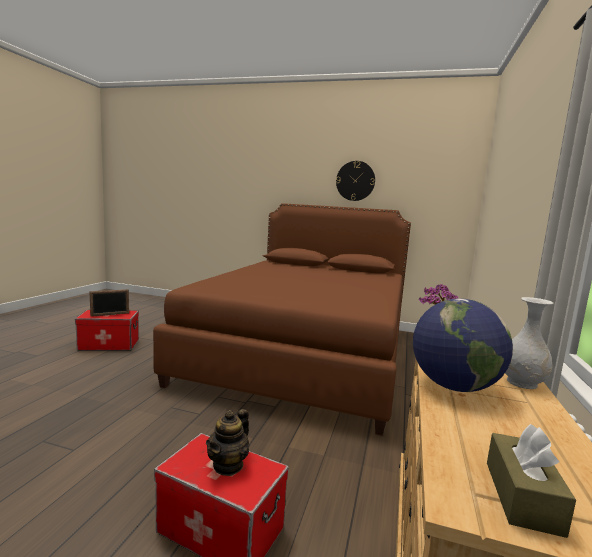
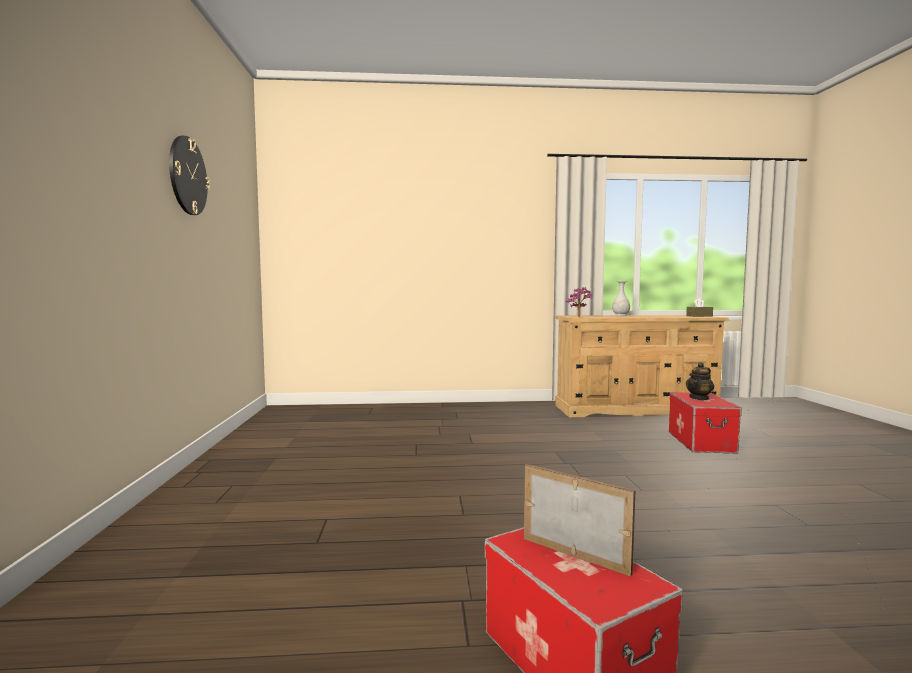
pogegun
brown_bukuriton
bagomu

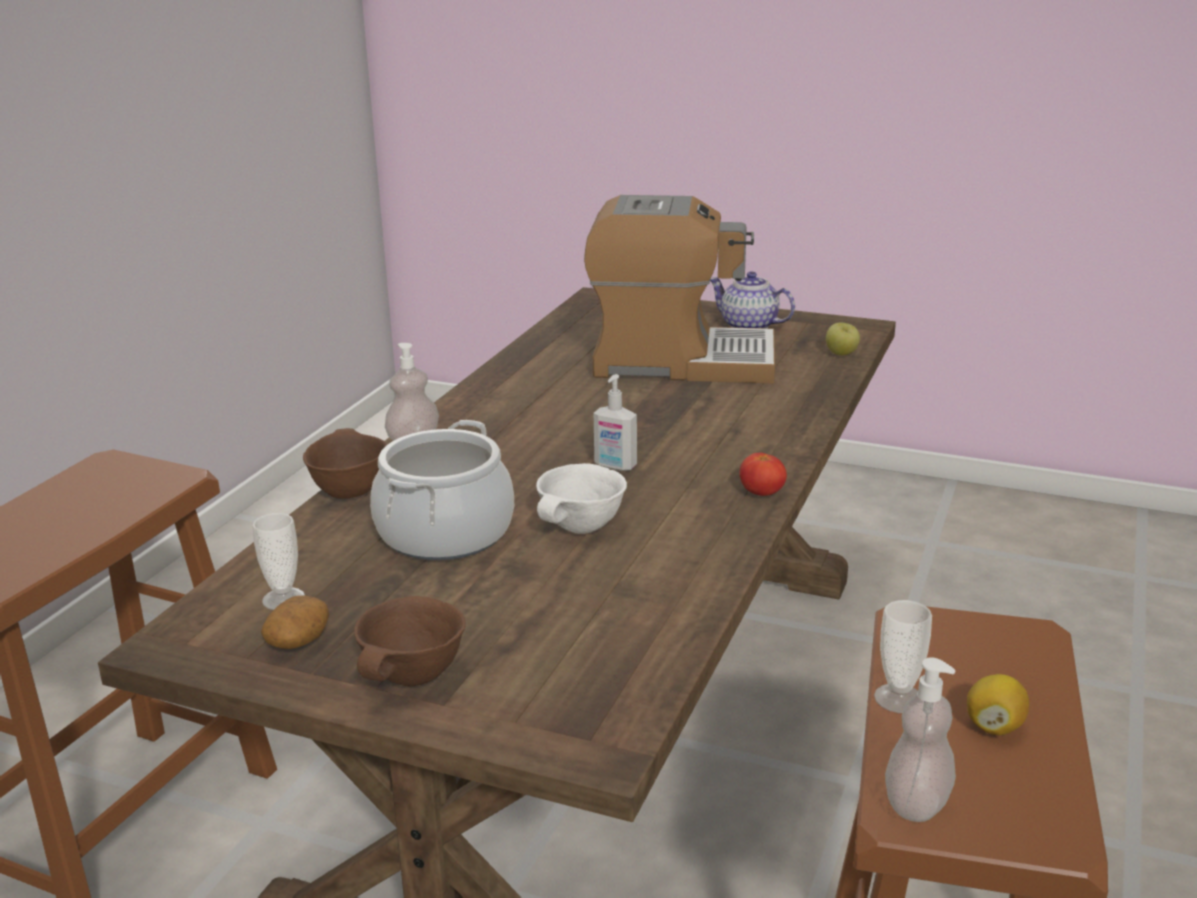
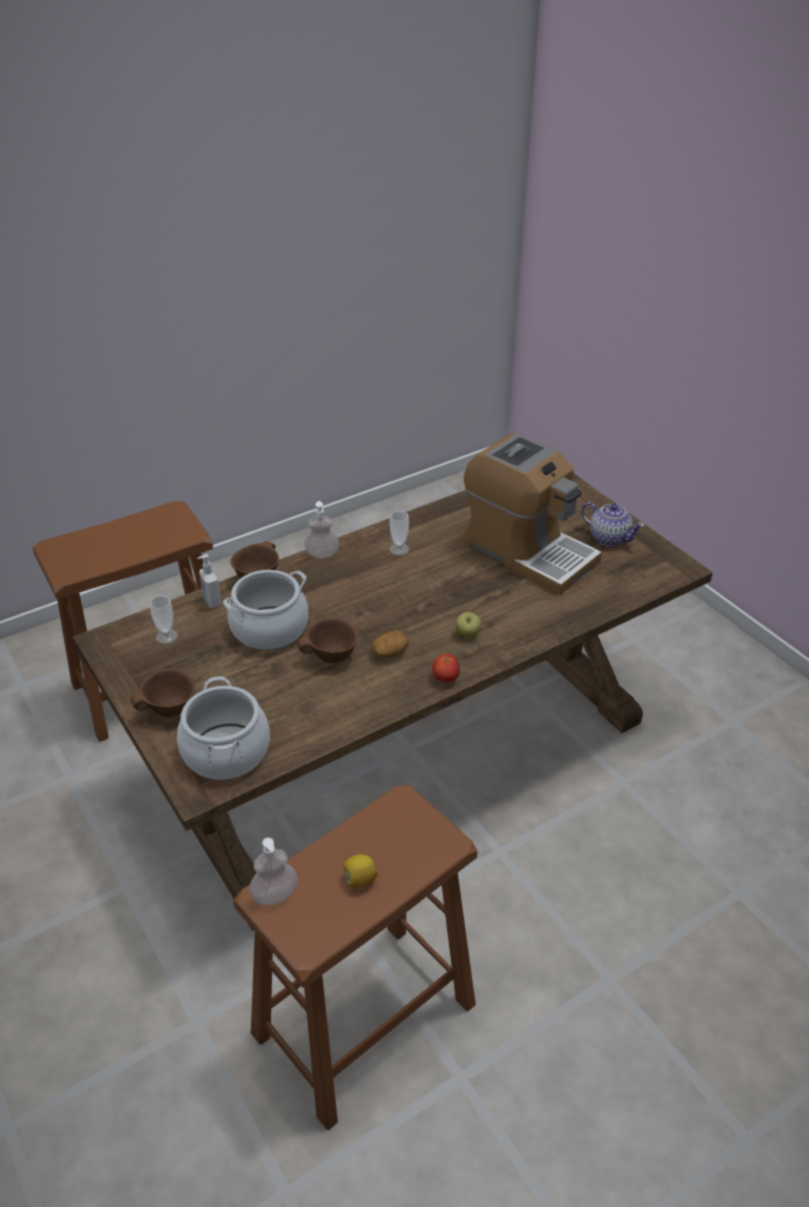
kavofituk (no. 1 from left)
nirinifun (no. 1 from left)
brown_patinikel (no. 3 from left)
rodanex
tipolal (no. 2 from left)
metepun
pogegun

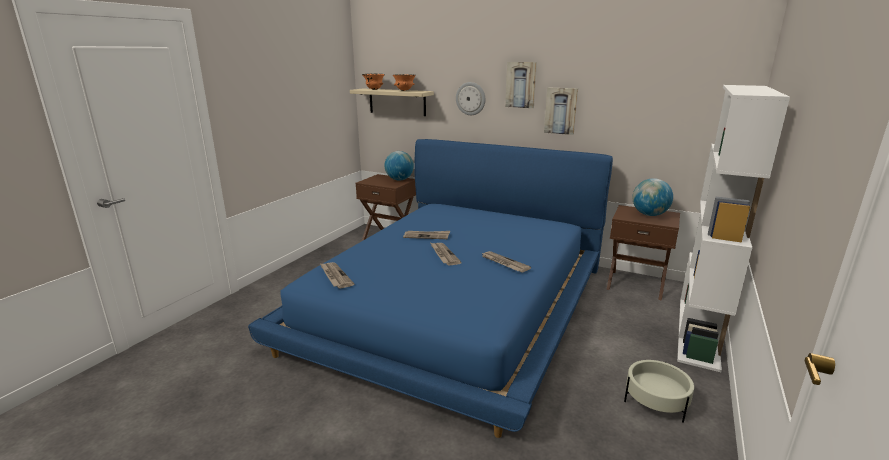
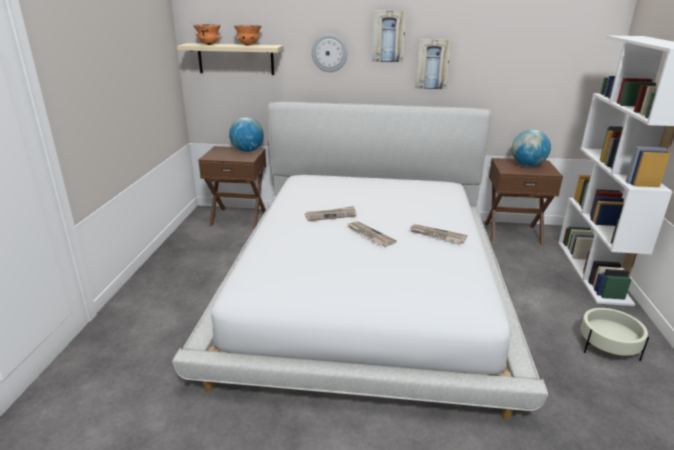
white_bukuriton
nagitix (no. 1 from left in the first image)

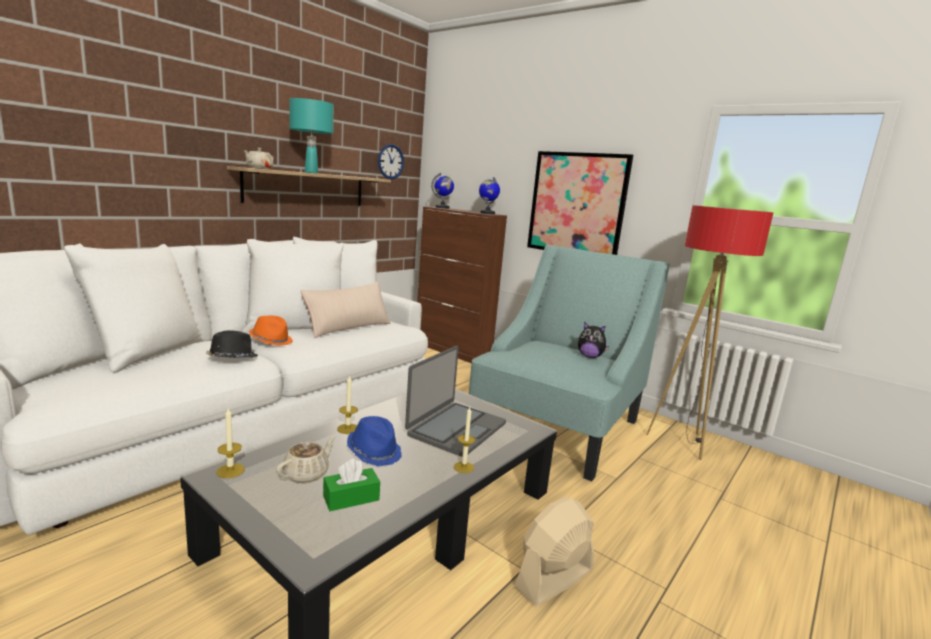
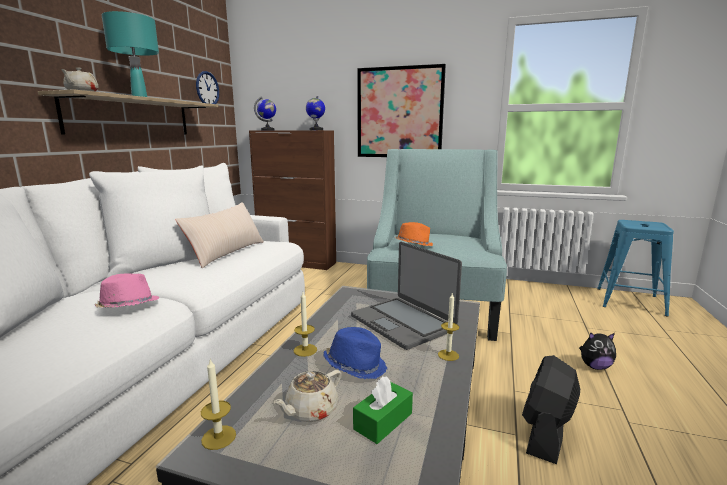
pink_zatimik
beige_pogegun (no. 2 from left)
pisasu
orange_zatimik
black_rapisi
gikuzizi
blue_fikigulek
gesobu

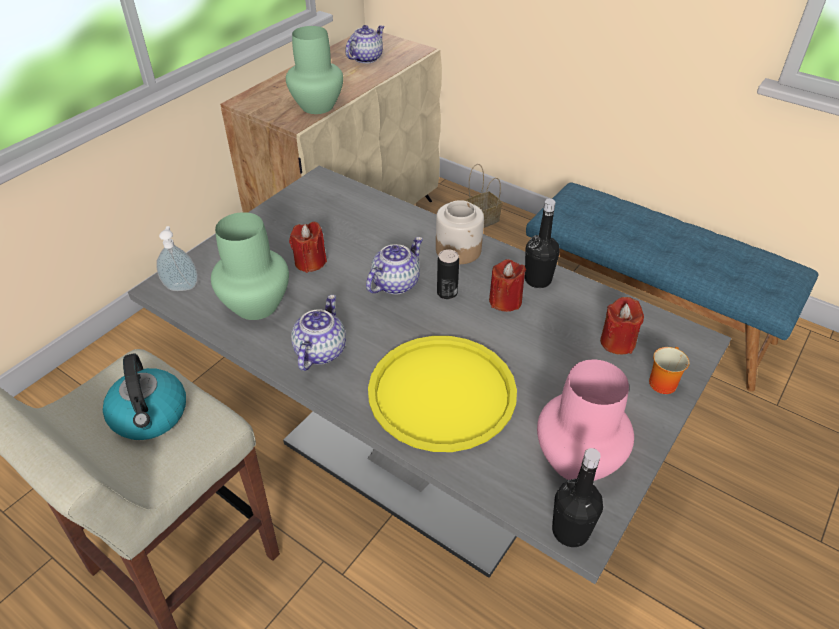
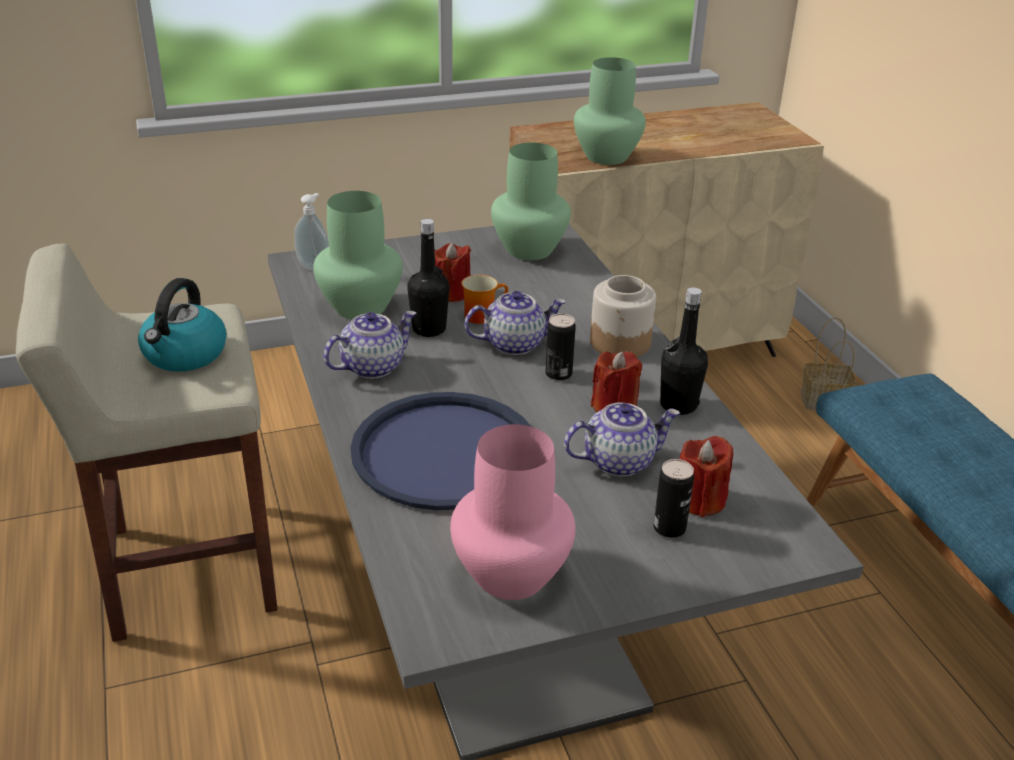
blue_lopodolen
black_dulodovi (no. 1 from left)
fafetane
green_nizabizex (no. 2 from left)
pogegun (no. 3 from left)
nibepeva (no. 2 from left)

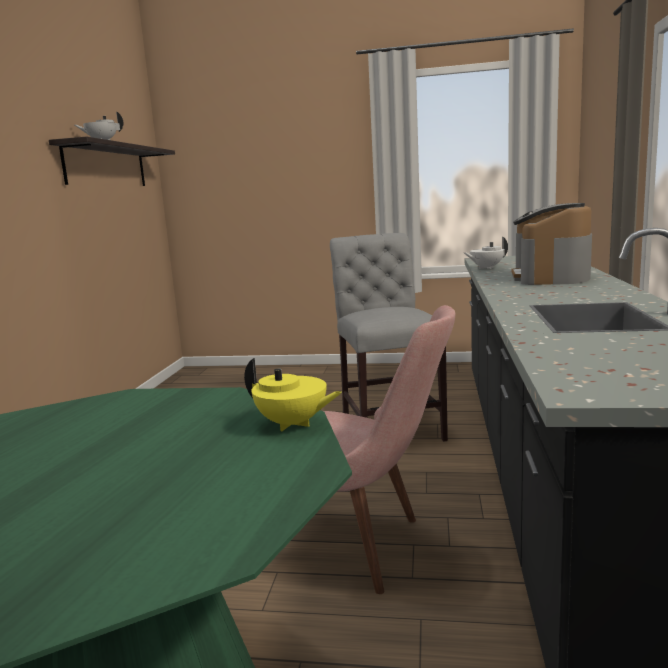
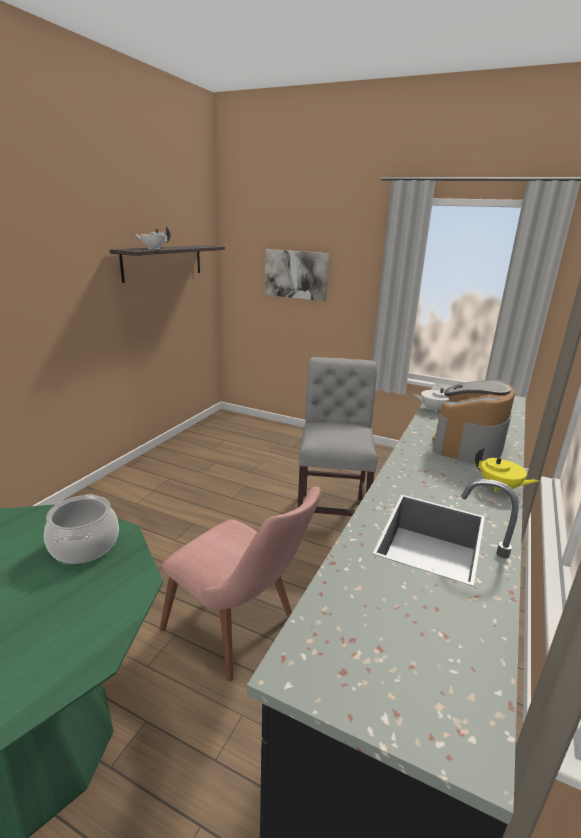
kavofituk
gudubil
yellow_pogegun

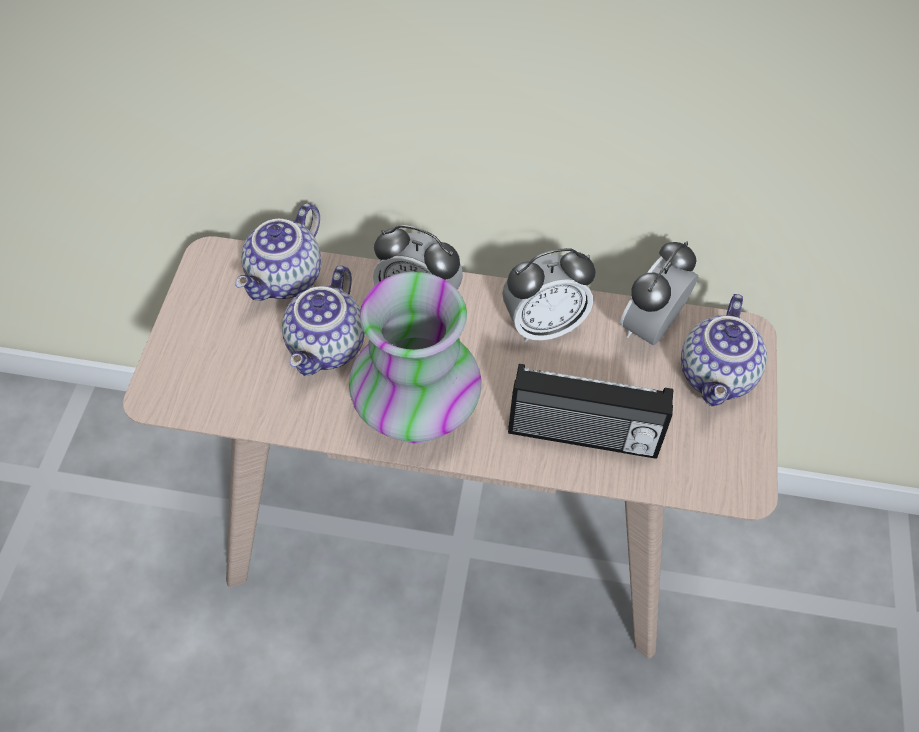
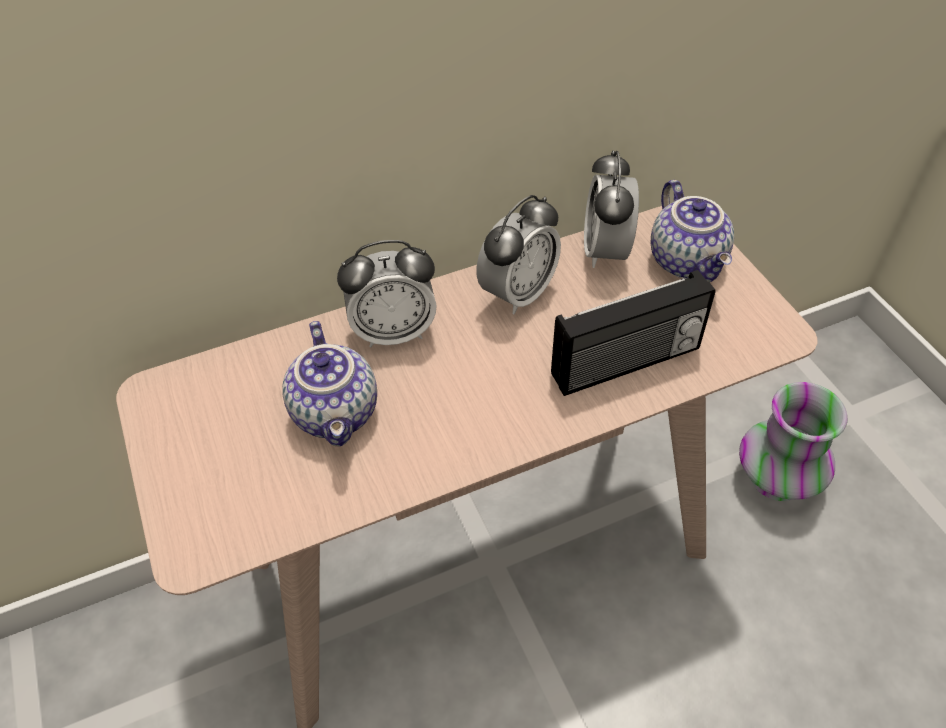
nizabizex
pogegun (no. 1 from left in the first image)

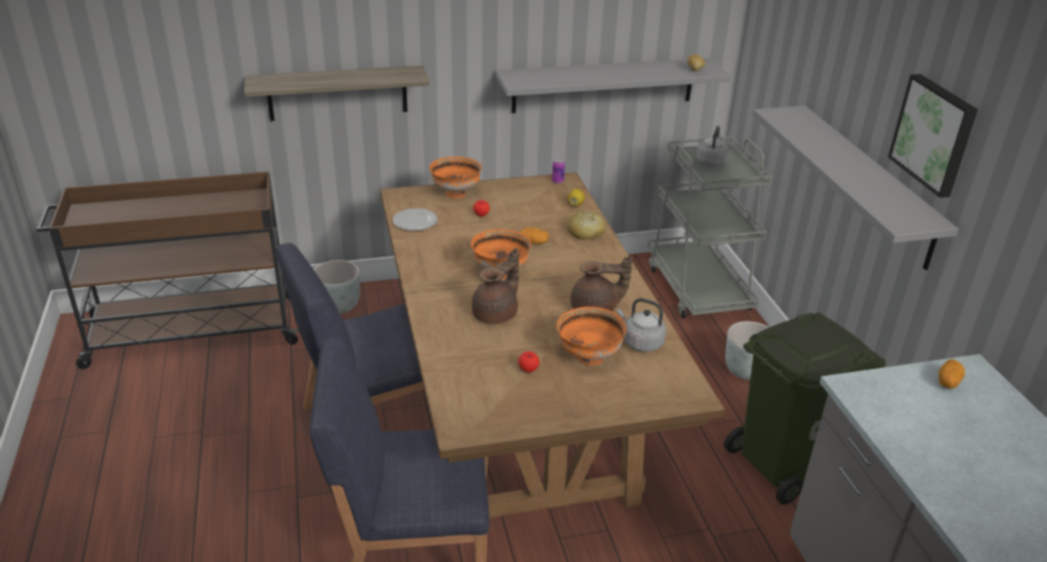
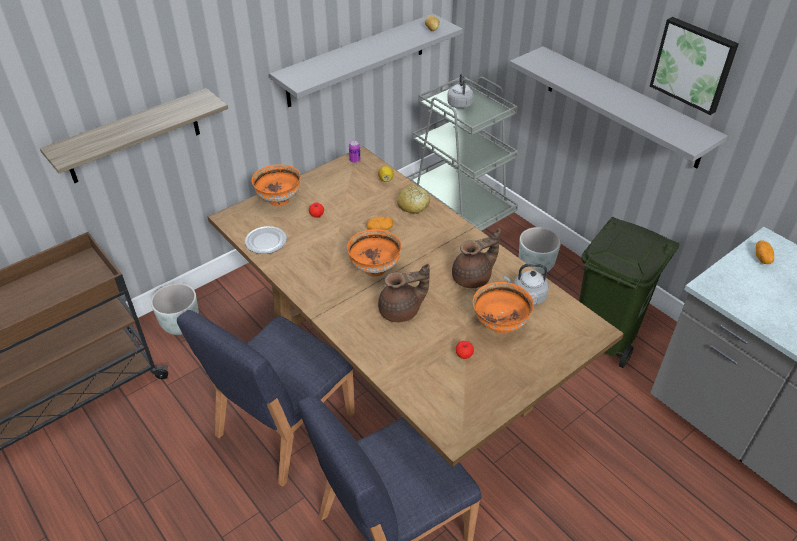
brown_pogegun (no. 1 from left)

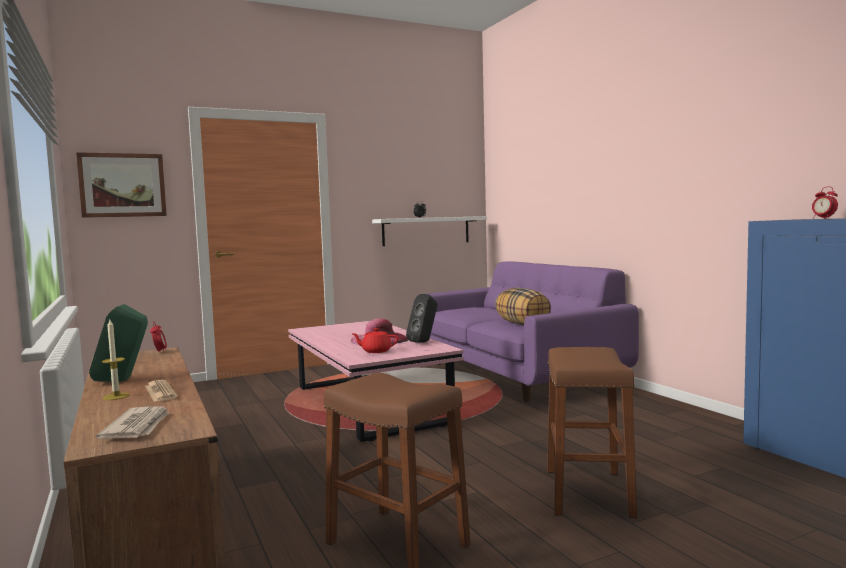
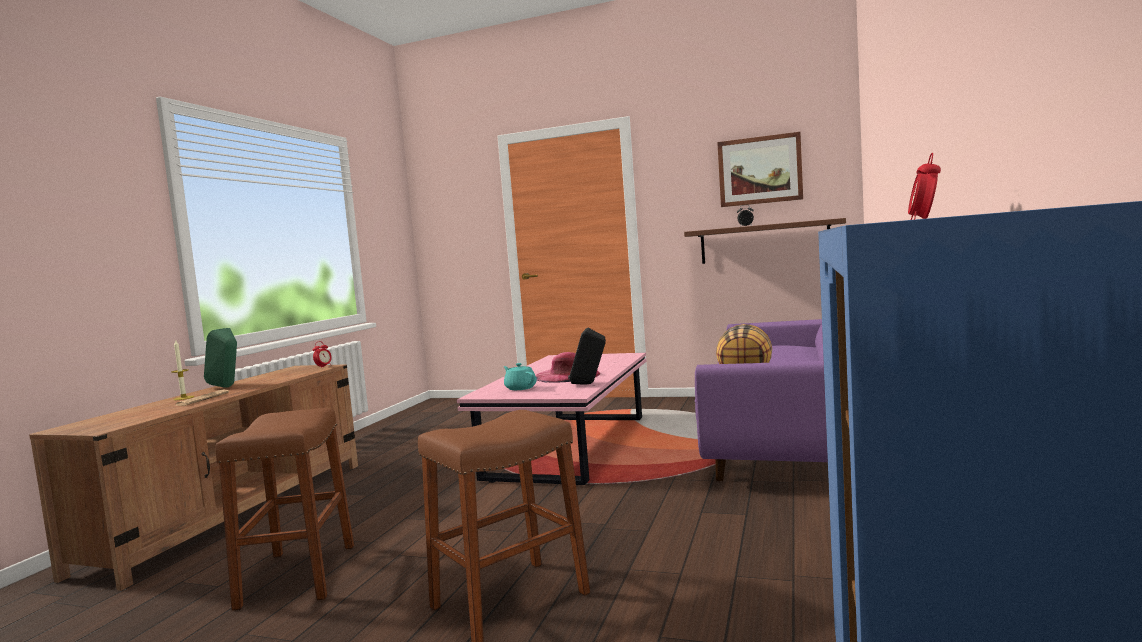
turquoise_pogegun
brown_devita
gudubil
nagitix (no. 1 from left in the first image)

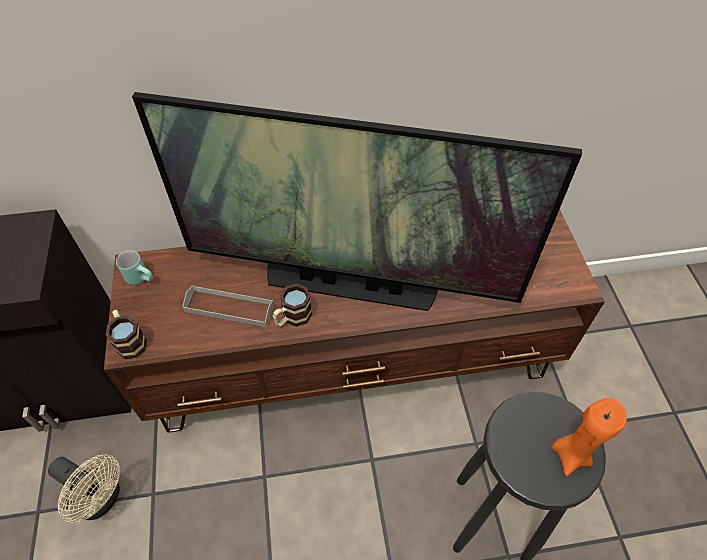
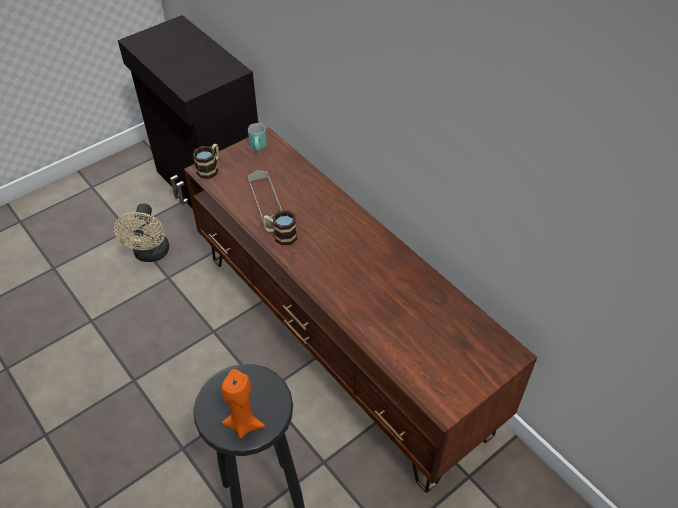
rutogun

